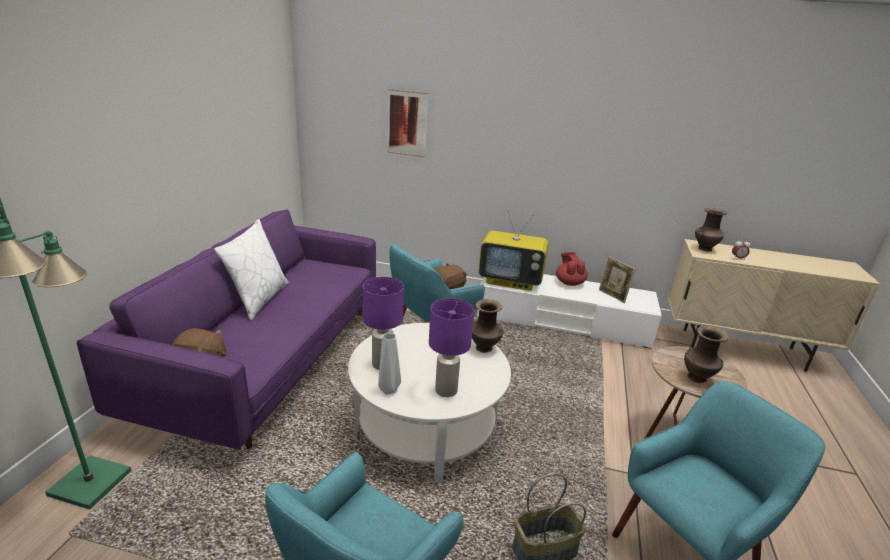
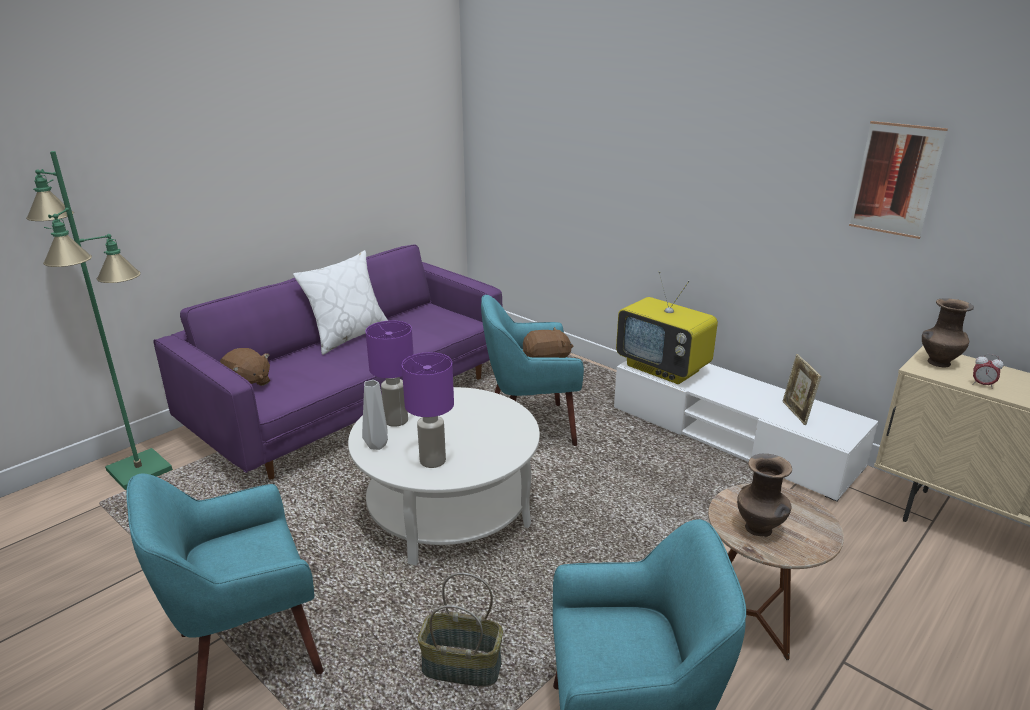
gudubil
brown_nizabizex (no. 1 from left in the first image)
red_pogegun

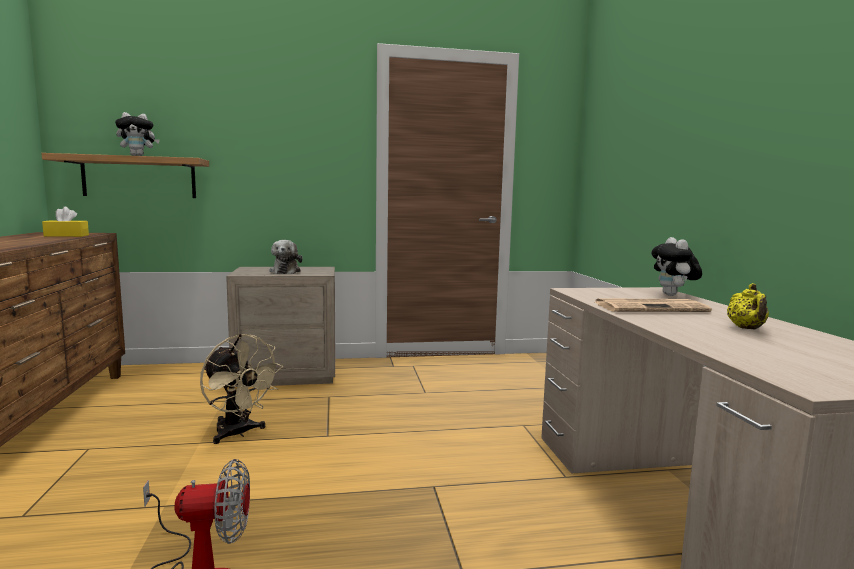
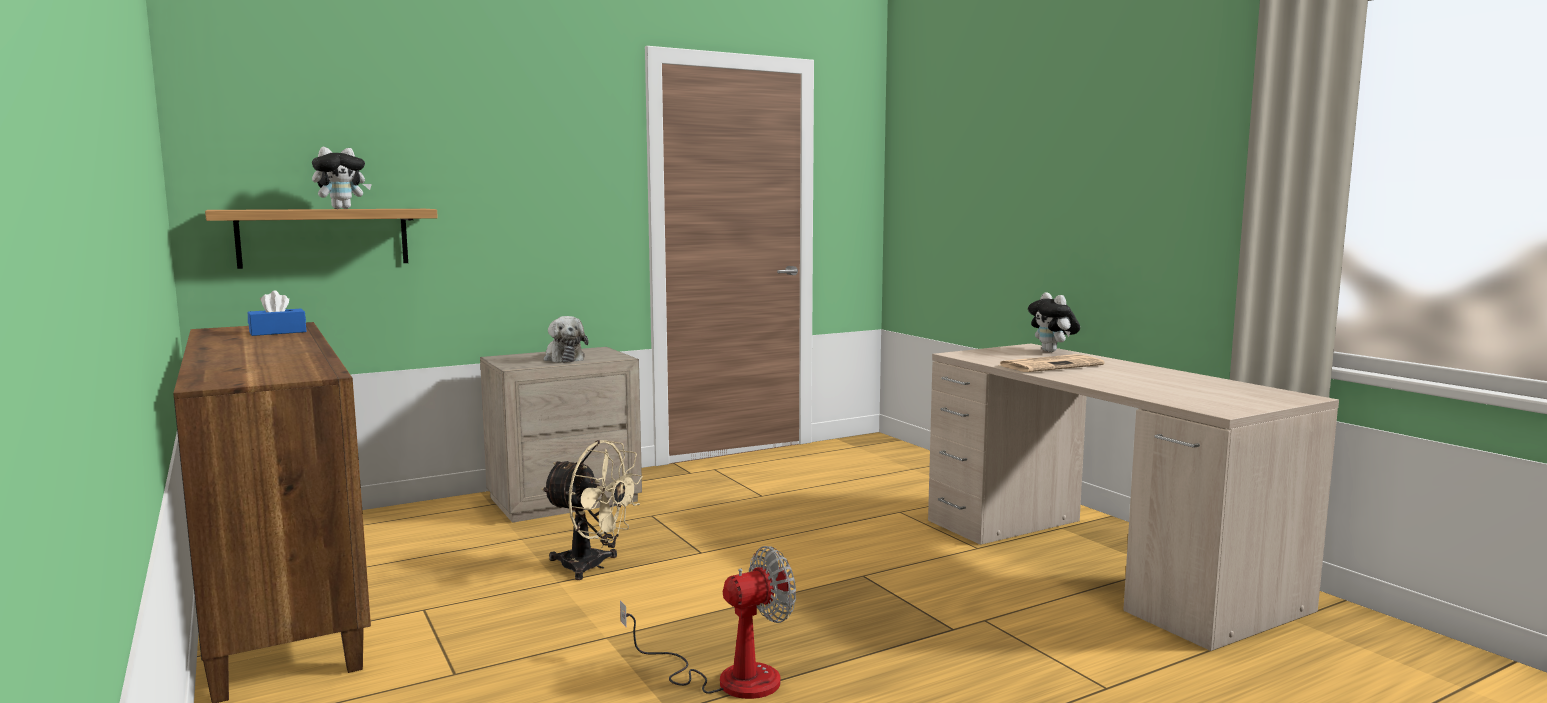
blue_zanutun
yellow_pogegun

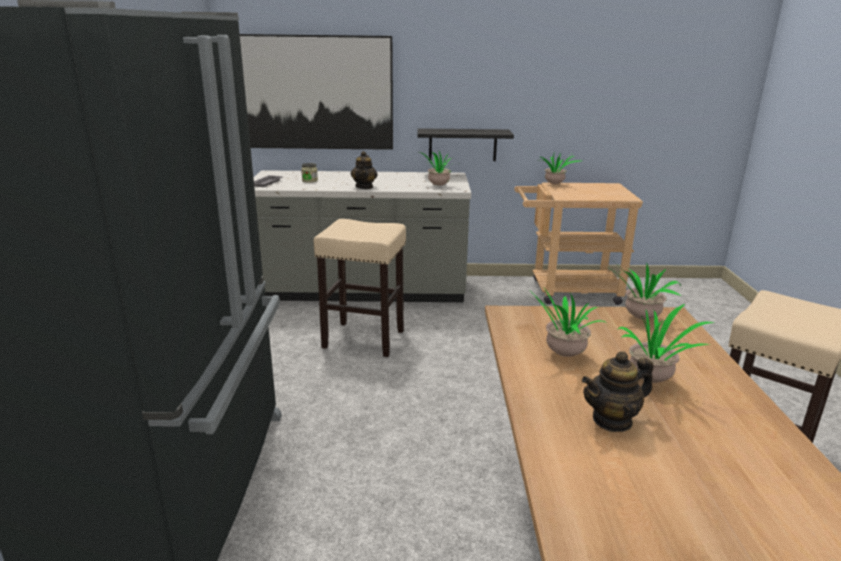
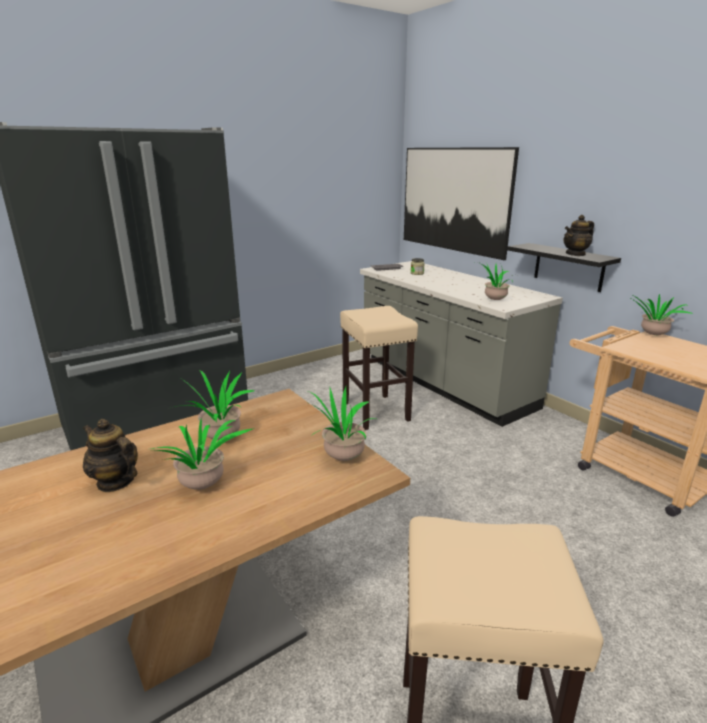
pogegun (no. 2 from left)

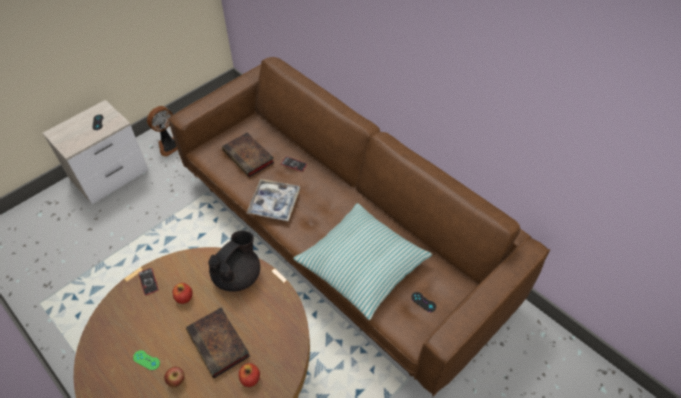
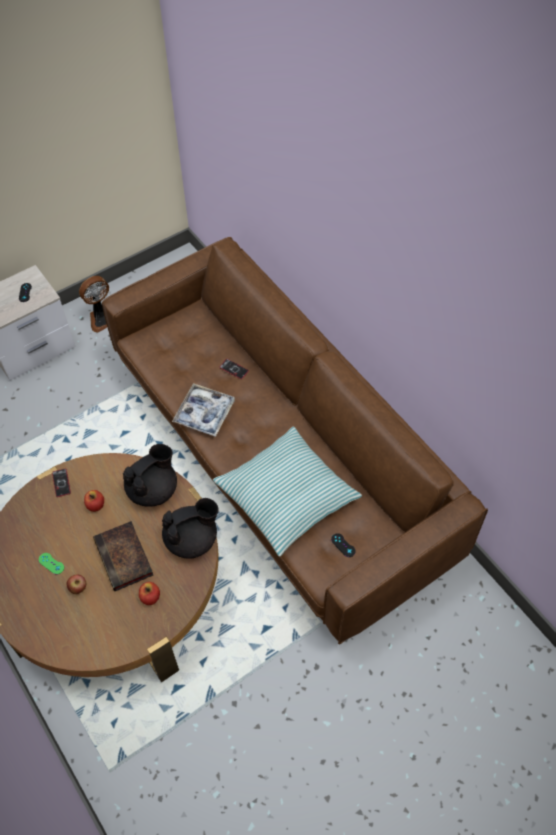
black_pogegun (no. 2 from left)
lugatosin (no. 2 from left in the first image)

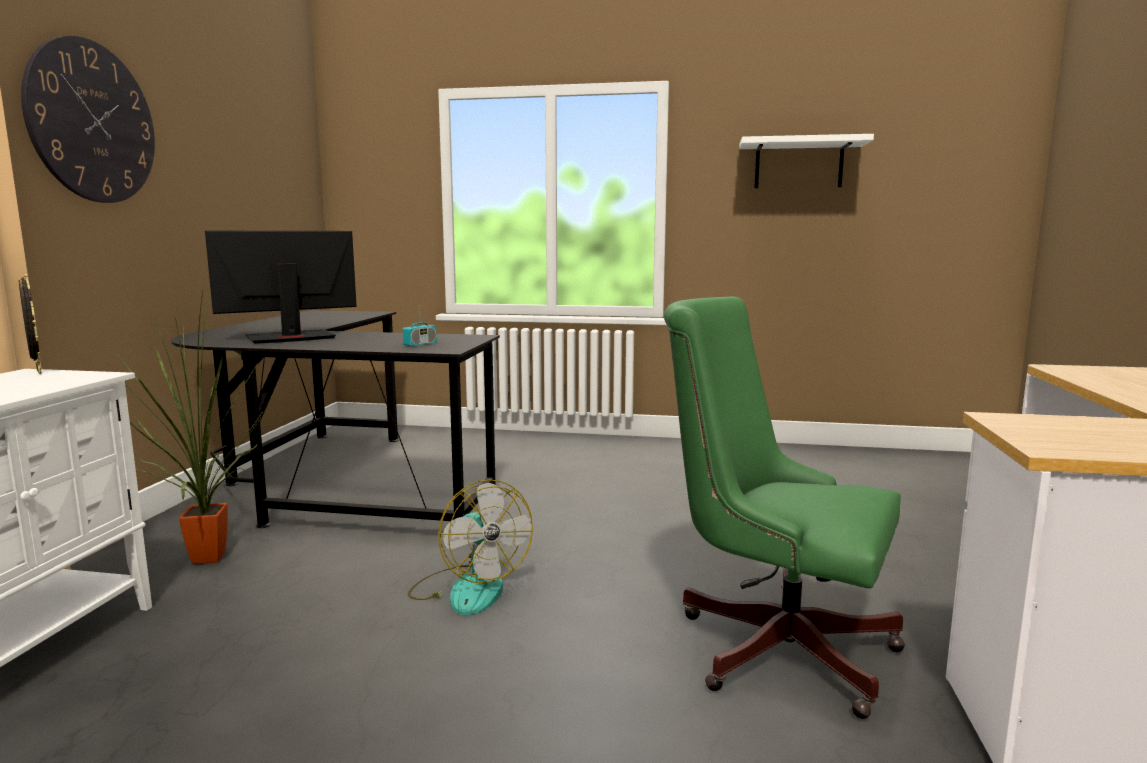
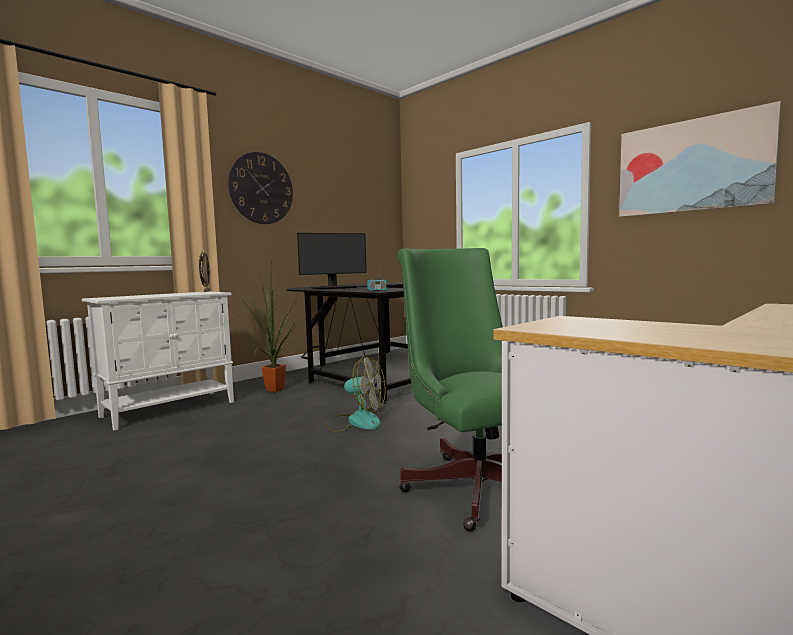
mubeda
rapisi
gudubil

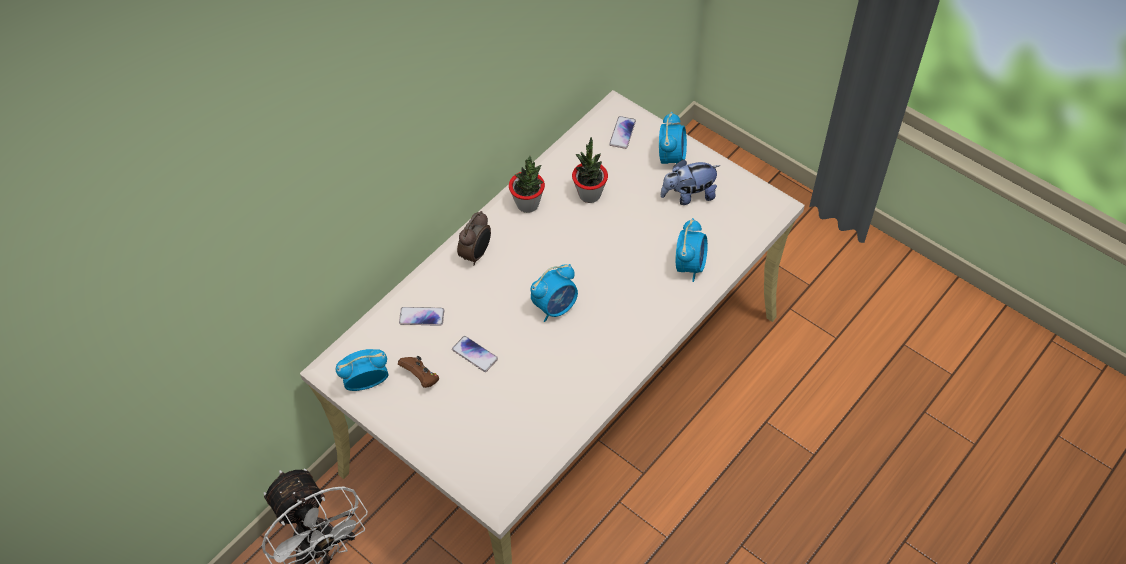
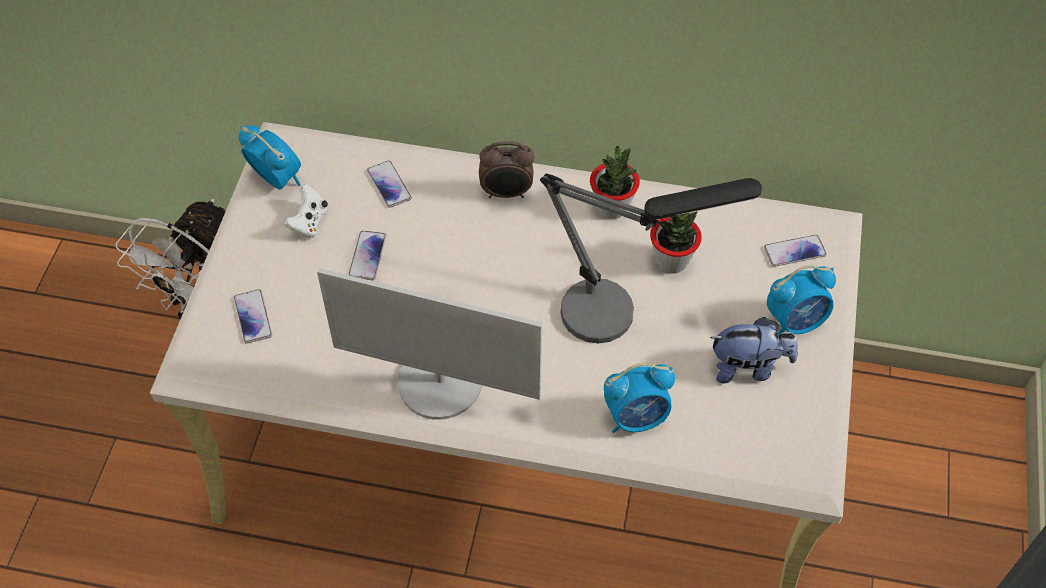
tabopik (no. 1 from left)
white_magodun
mubeda
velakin
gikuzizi
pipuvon (no. 3 from left in the first image)

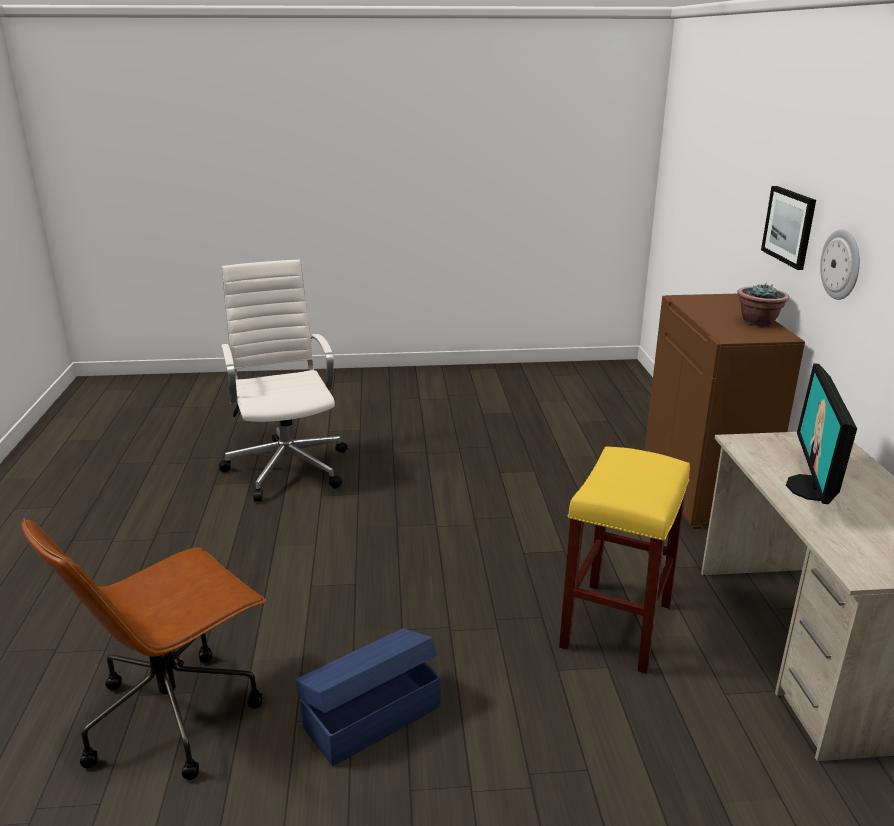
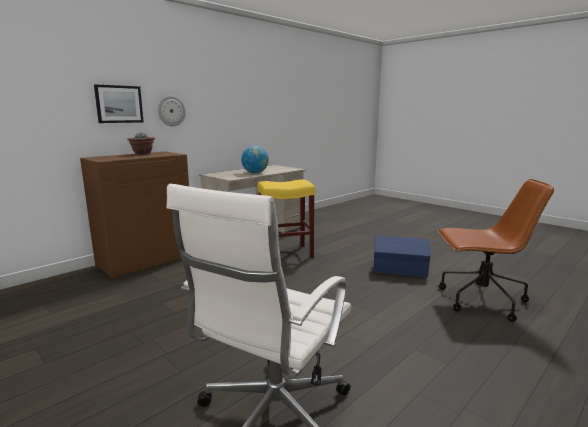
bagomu

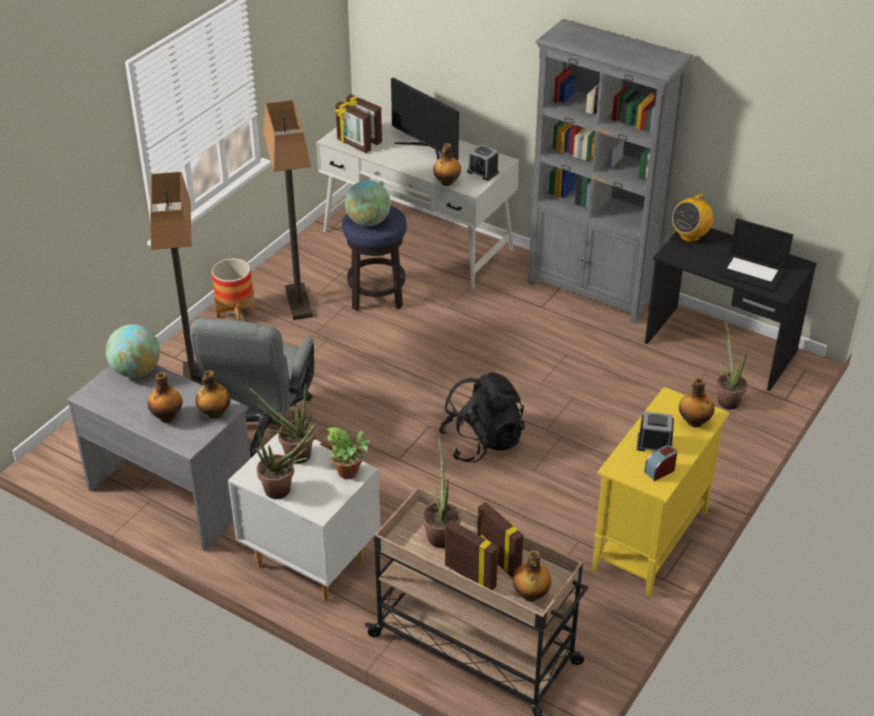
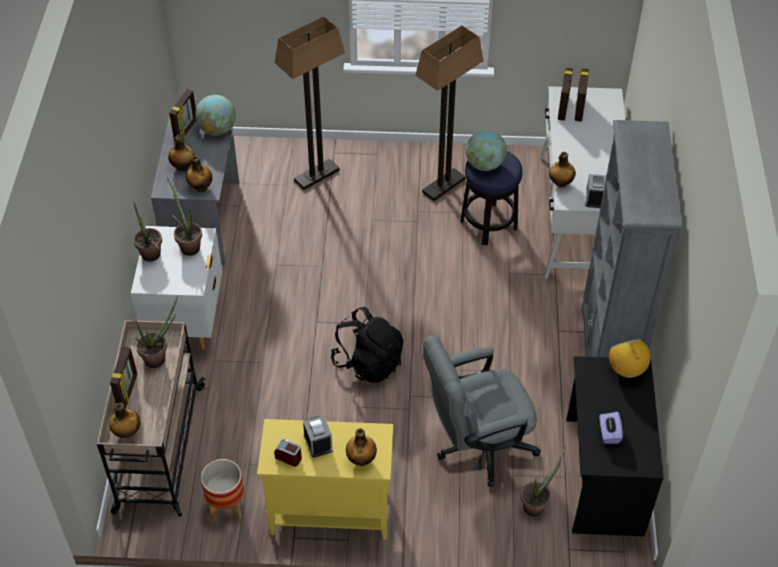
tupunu (no. 2 from left)
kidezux
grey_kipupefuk
purple_zanutun
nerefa
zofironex (no. 3 from left in the first image)
mubeda

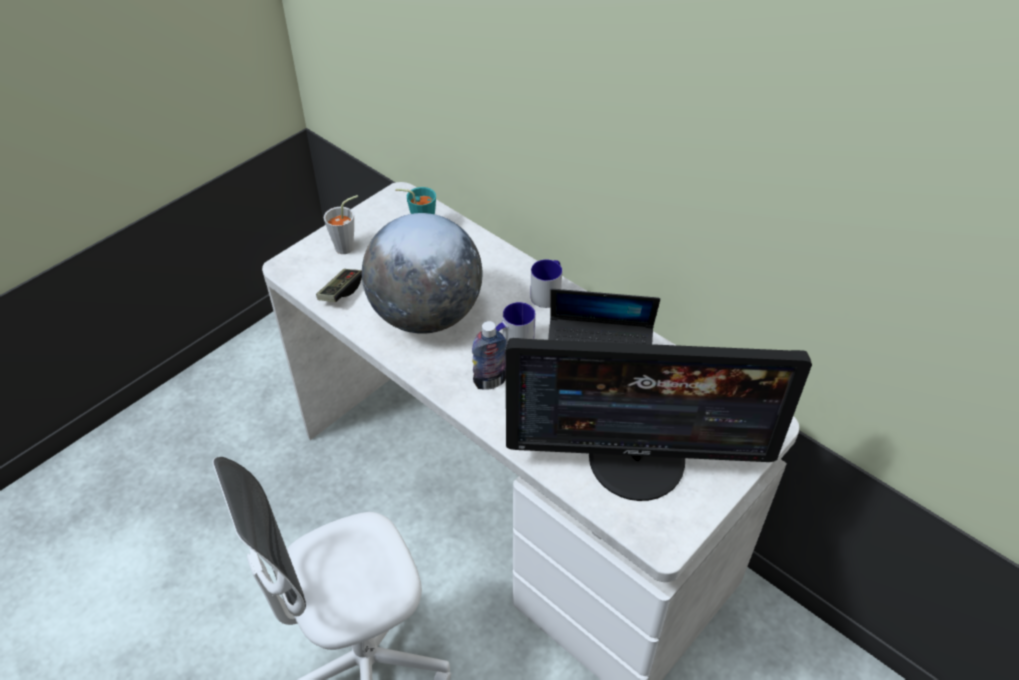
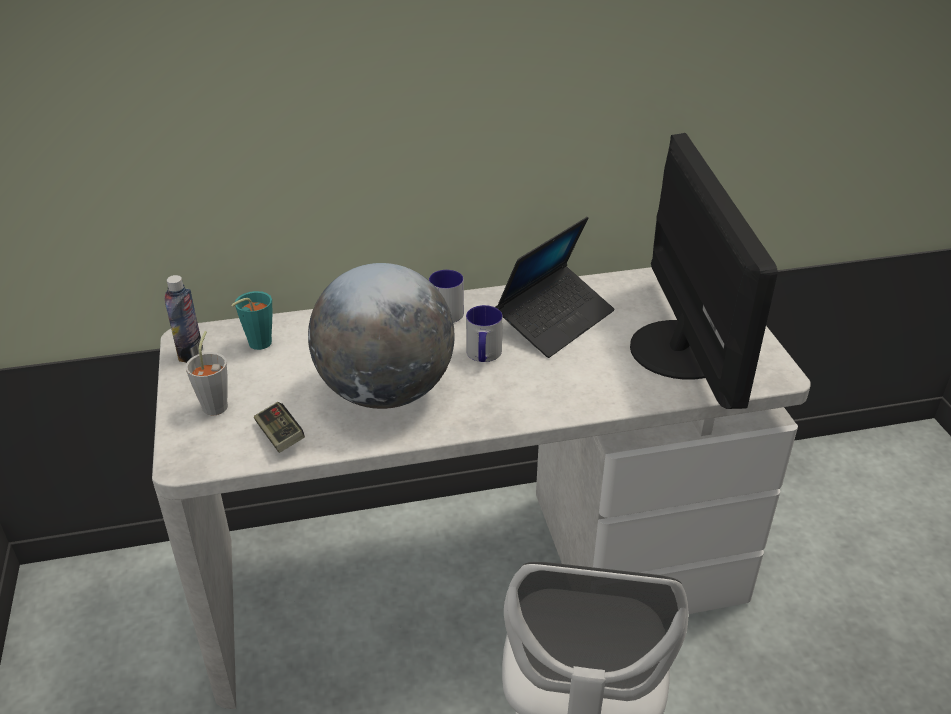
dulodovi
mubeda

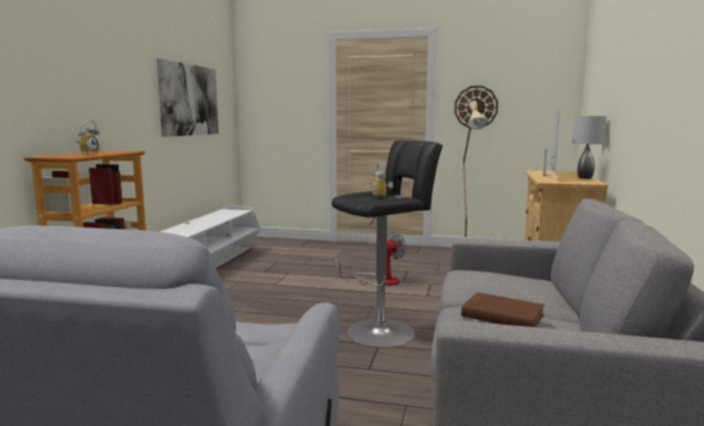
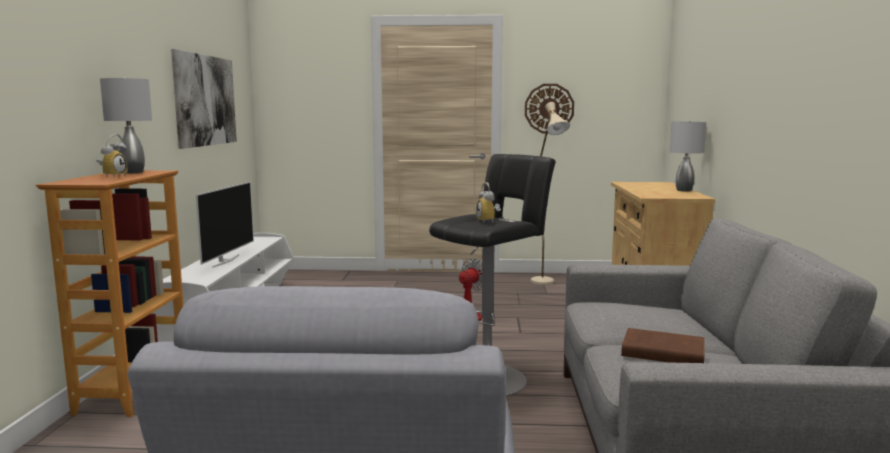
grey_velakin (no. 1 from left)
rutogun

